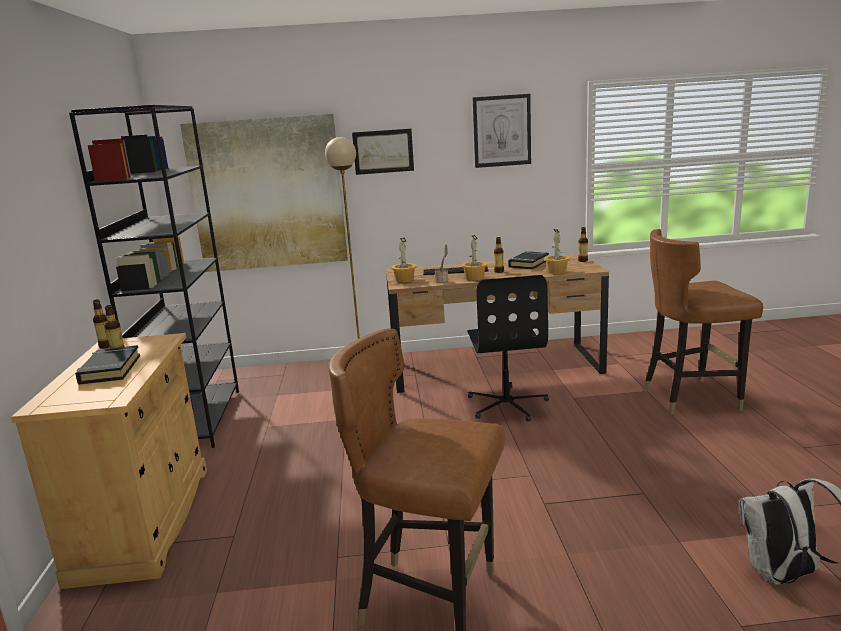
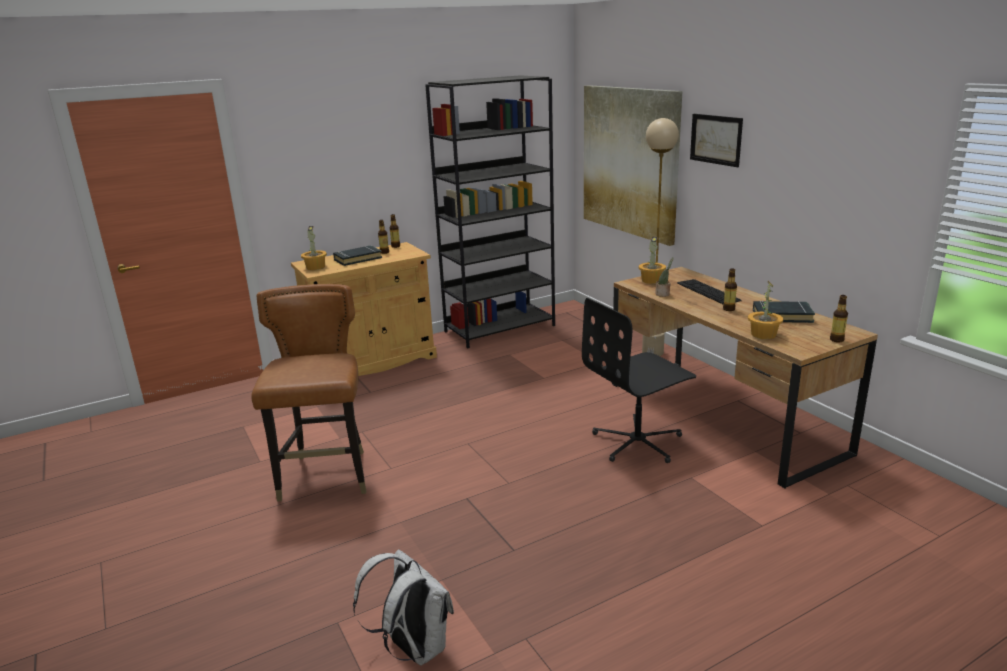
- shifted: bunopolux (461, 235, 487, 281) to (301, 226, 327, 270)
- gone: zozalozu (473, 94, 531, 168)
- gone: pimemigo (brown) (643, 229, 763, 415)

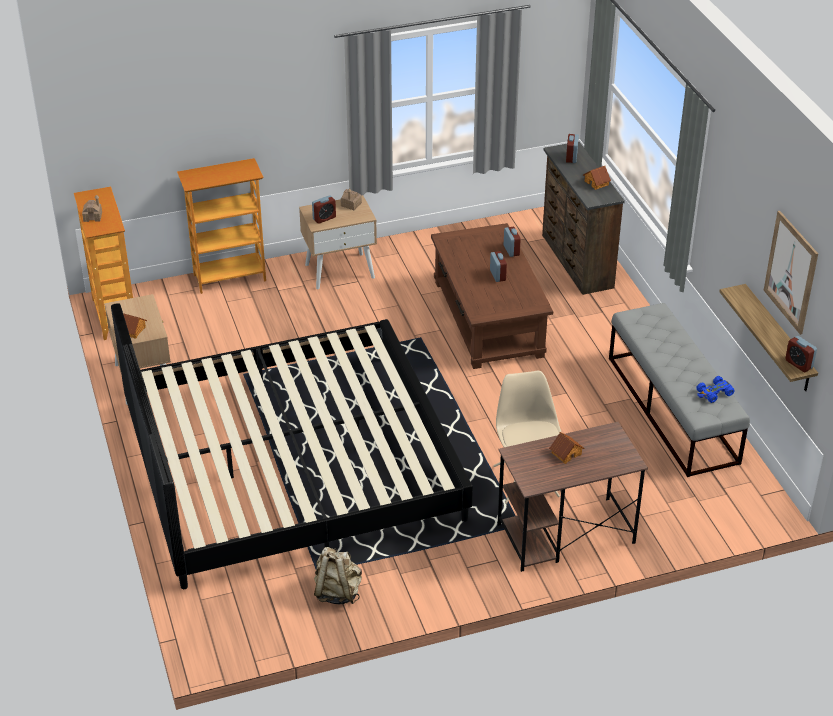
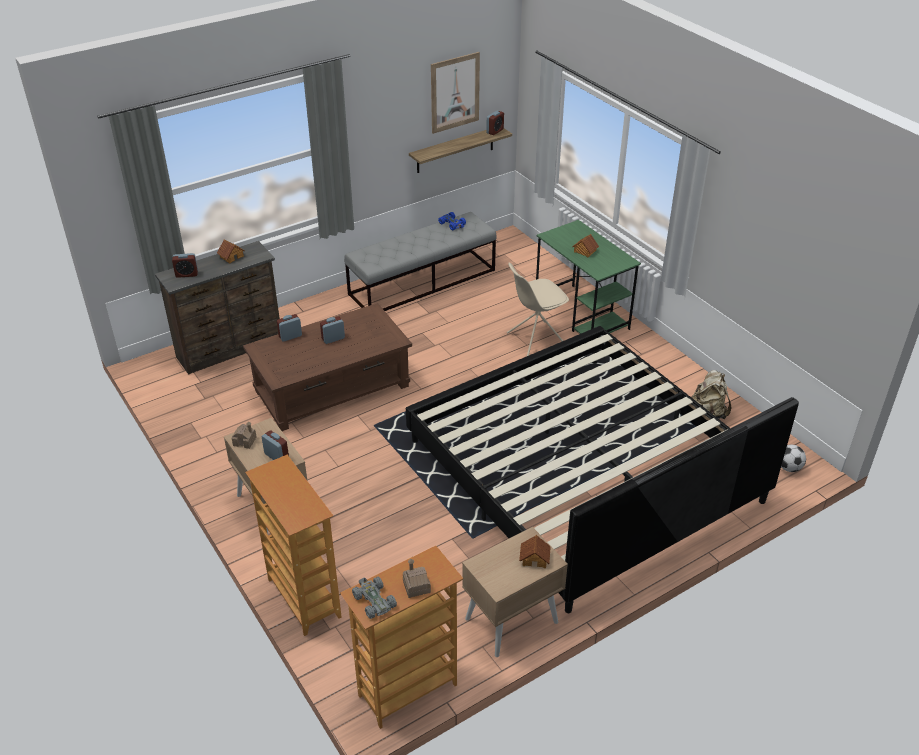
- new: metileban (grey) (352, 577, 397, 619)
- repainted: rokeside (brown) (497, 422, 648, 572) to rokeside (green) (536, 220, 641, 334)
- new: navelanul (781, 445, 806, 472)

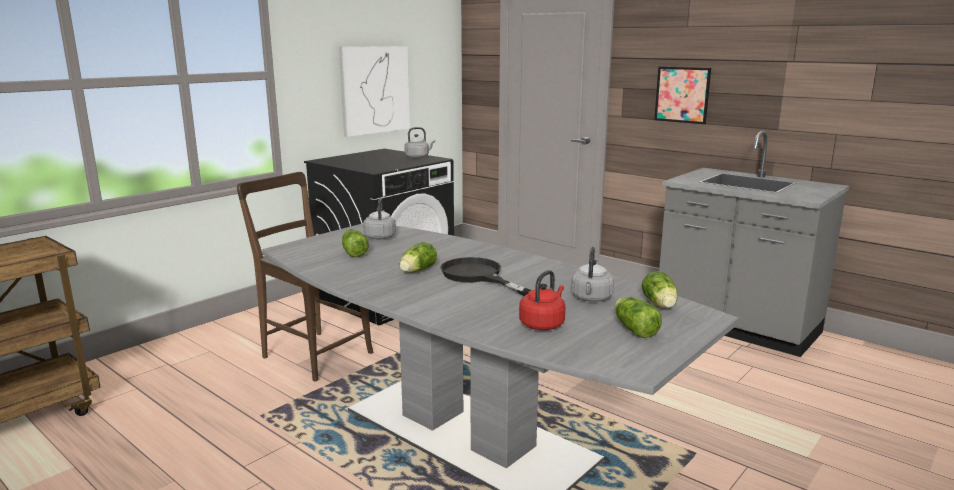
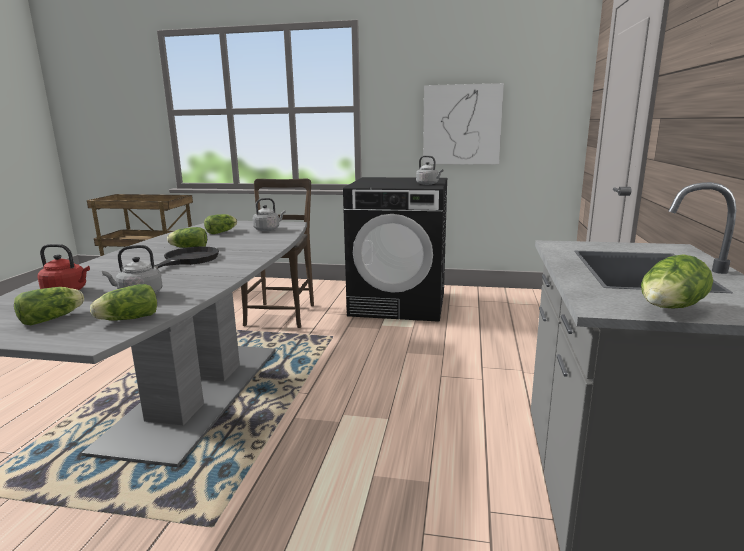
- new: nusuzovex (641, 254, 713, 309)
- gone: zozalozu (654, 67, 711, 124)

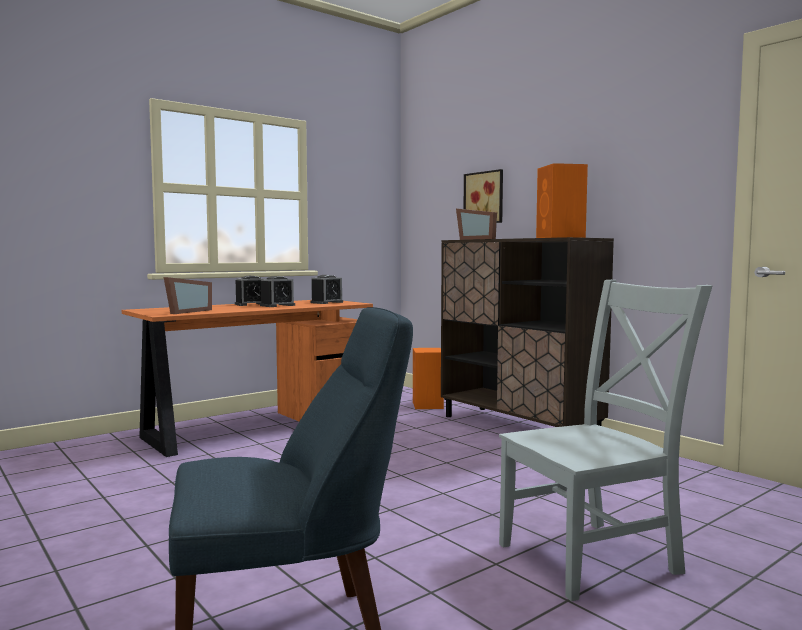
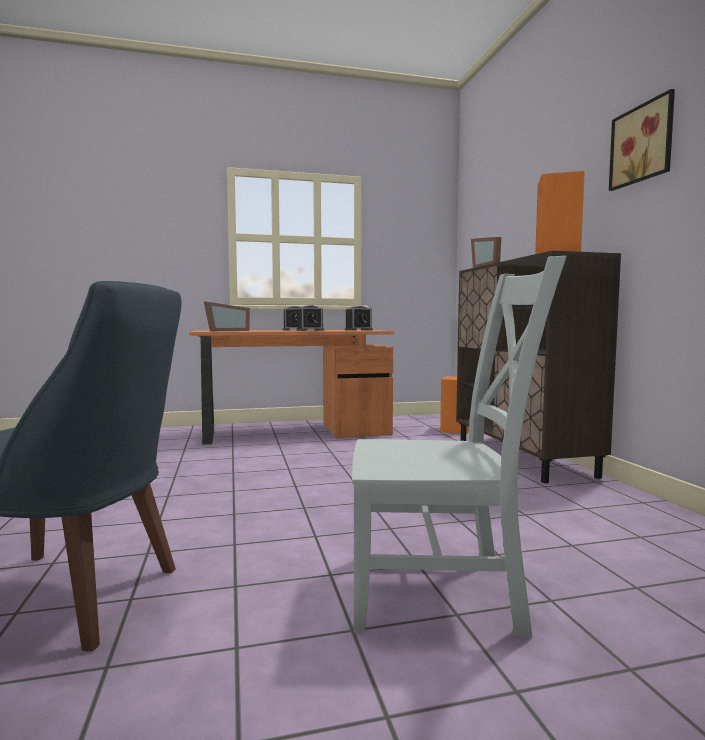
- shifted: zozalozu (464, 169, 503, 223) to (609, 89, 675, 191)

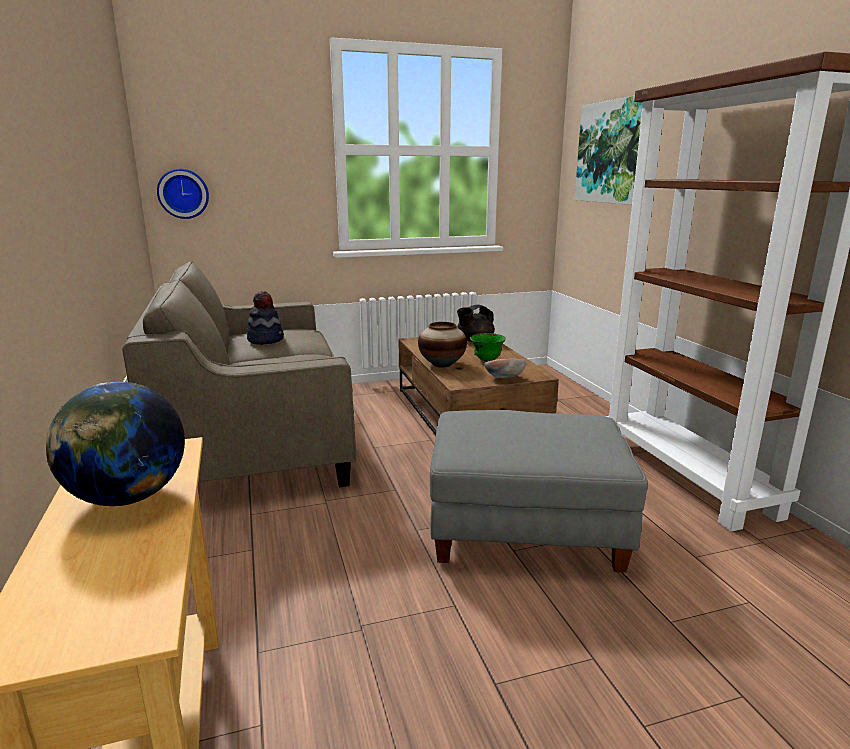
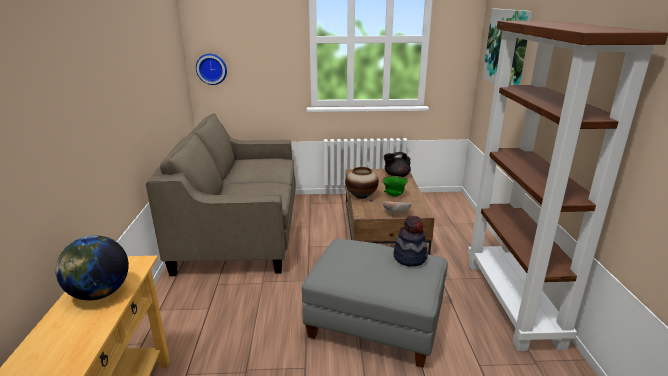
- shifted: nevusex (247, 291, 284, 345) to (394, 215, 428, 266)

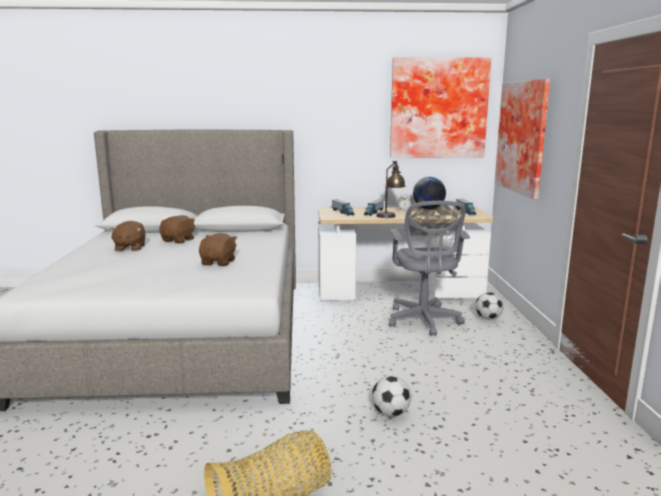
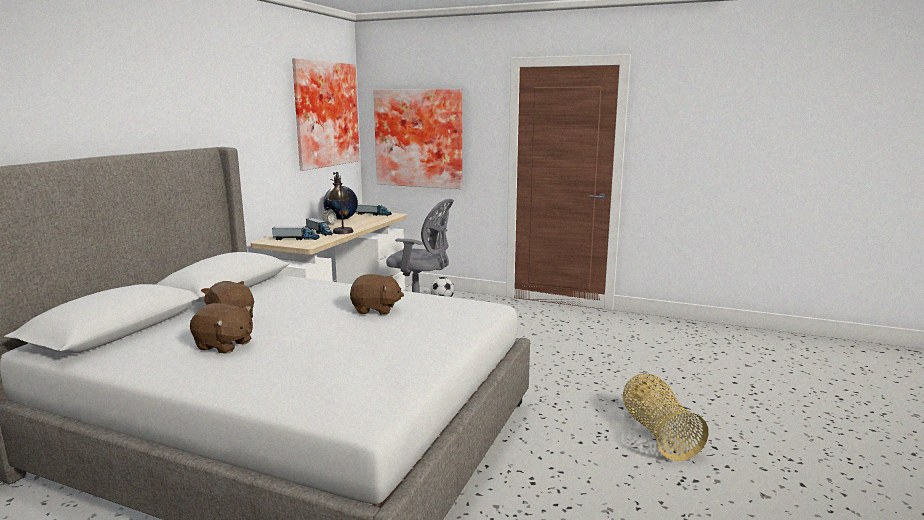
- rotated: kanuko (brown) (199, 233, 237, 266) = (350, 274, 404, 315) 150 degrees clockwise
- gone: navelanul (372, 376, 411, 417)

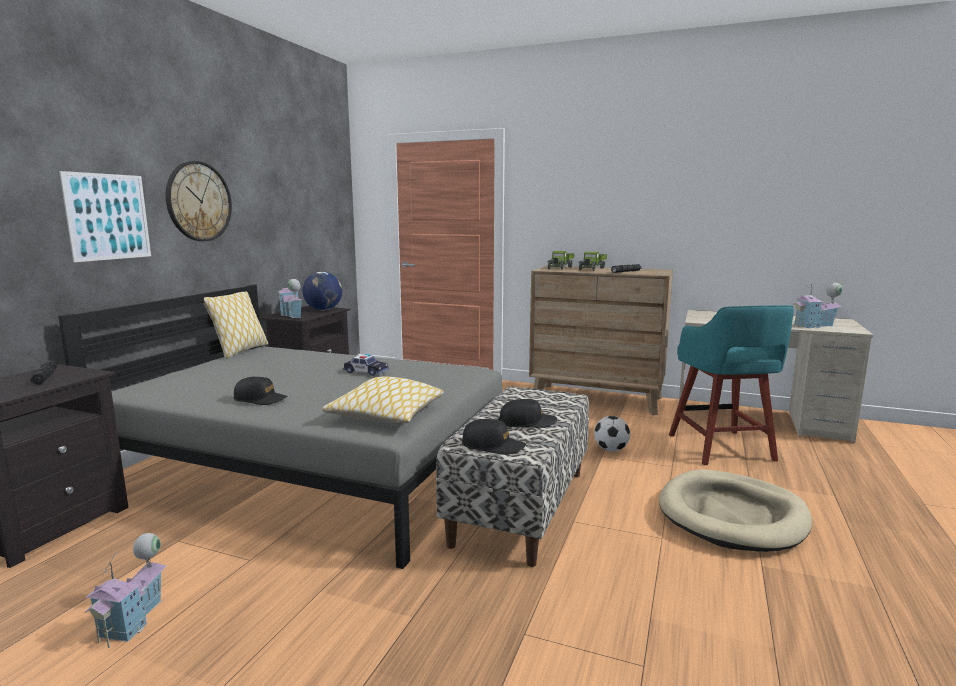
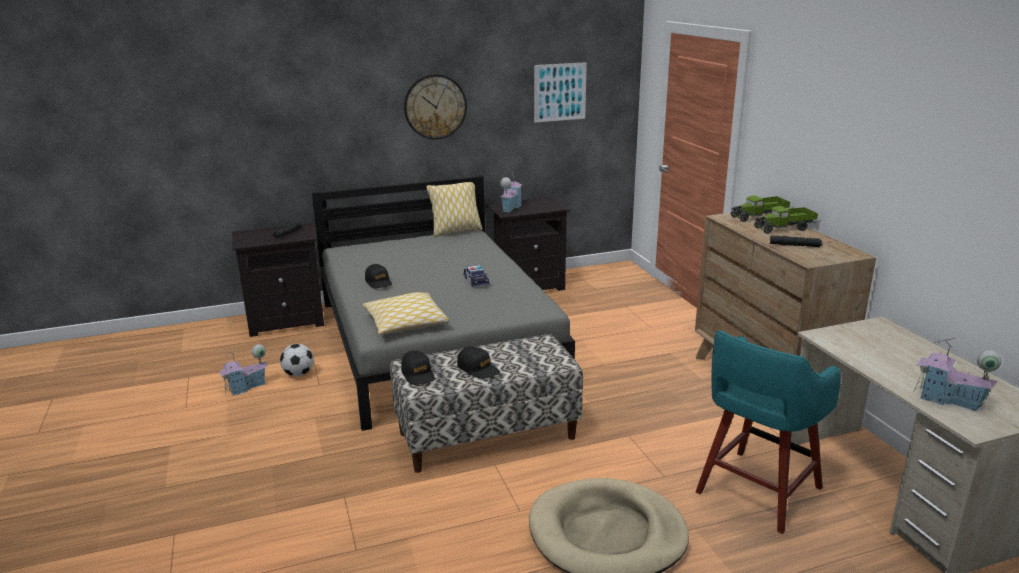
- shifted: navelanul (594, 416, 630, 451) to (280, 344, 314, 376)
- shifted: zozalozu (59, 171, 151, 262) to (534, 62, 587, 123)
- gone: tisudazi (302, 272, 342, 310)

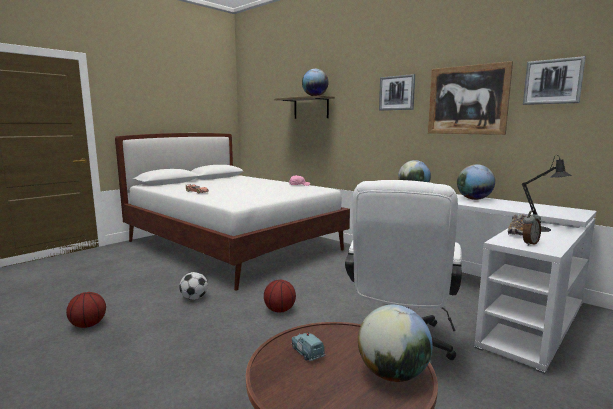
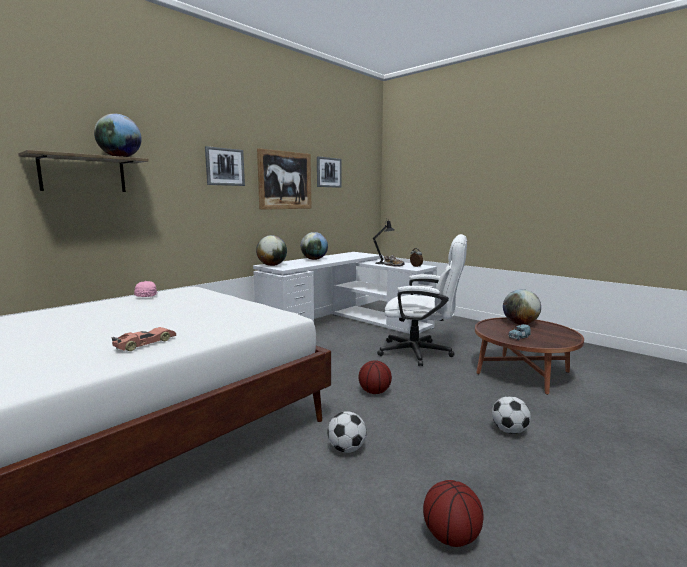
- new: navelanul (492, 396, 531, 434)

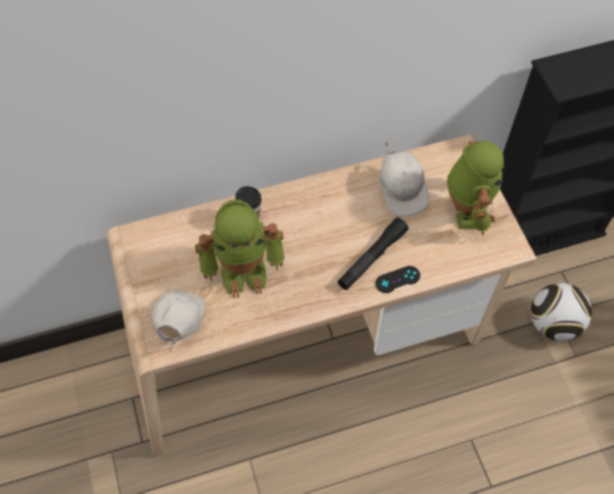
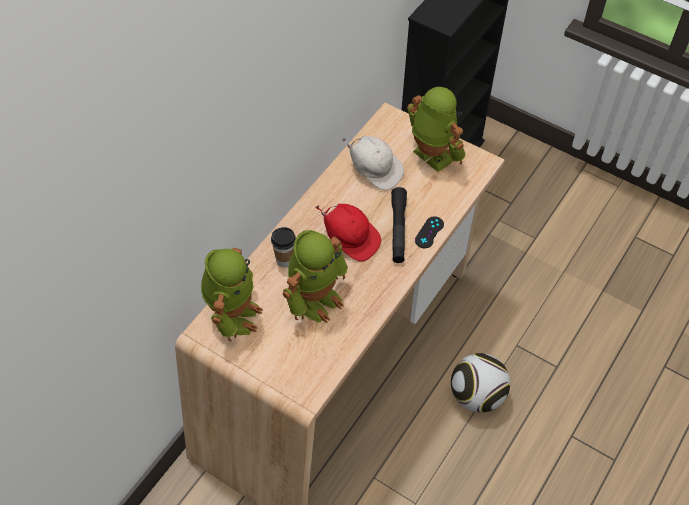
- new: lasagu (201, 248, 263, 341)
- new: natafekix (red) (315, 203, 381, 261)
- shifted: navelanul (531, 283, 592, 341) to (451, 353, 510, 413)
- gone: natafekix (white) (151, 290, 206, 351)

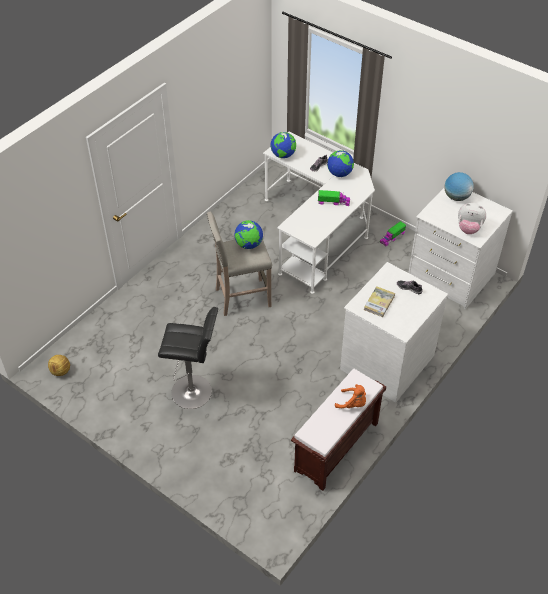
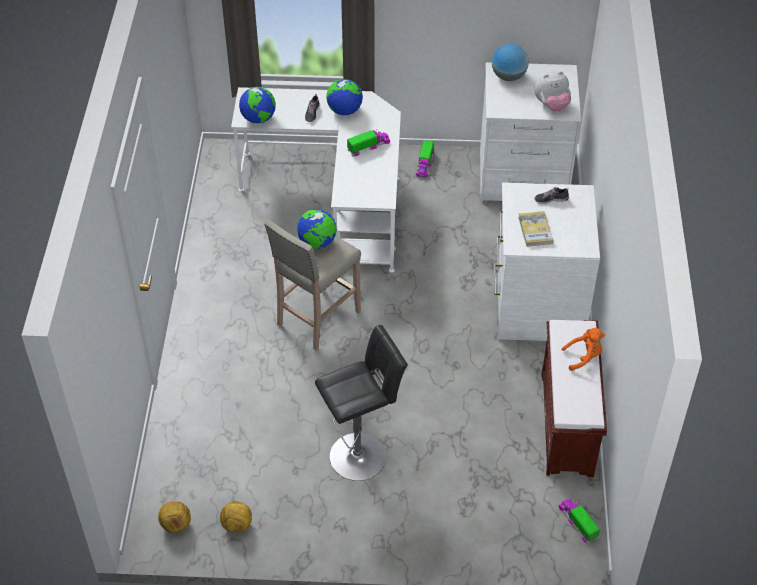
- new: navelanul (220, 501, 252, 532)
- new: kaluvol (559, 499, 600, 544)

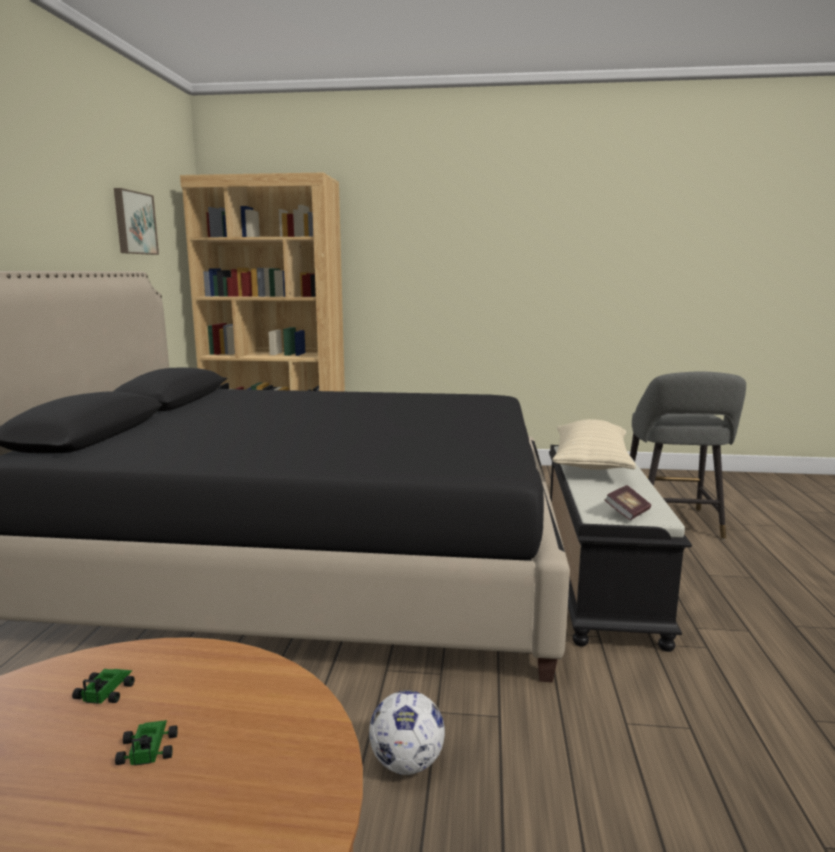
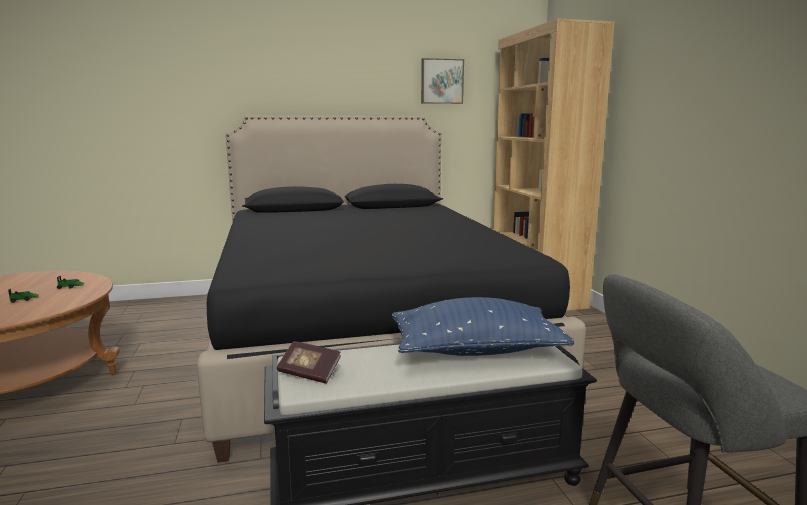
- repainted: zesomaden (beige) (552, 419, 636, 470) to zesomaden (blue) (392, 297, 574, 356)
- gone: navelanul (369, 690, 445, 775)

